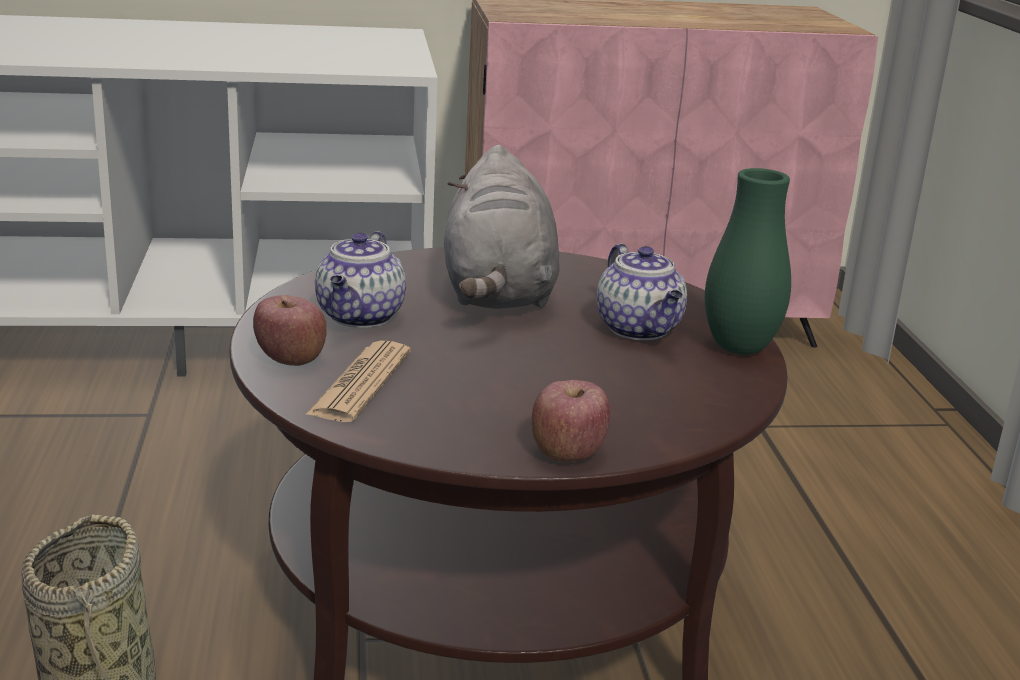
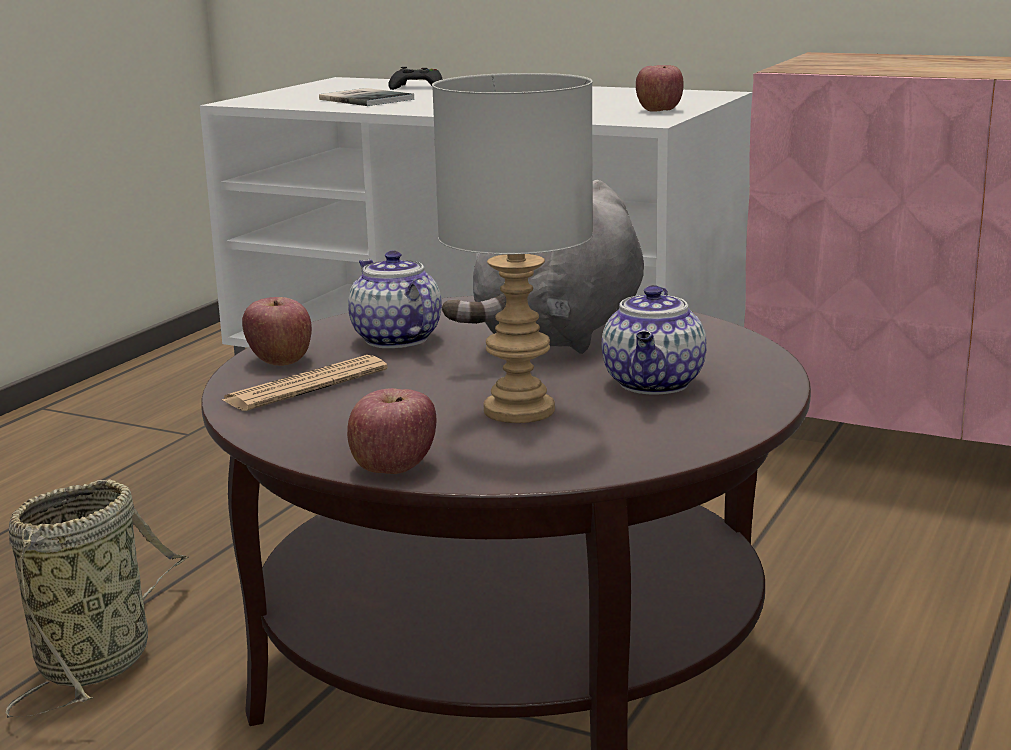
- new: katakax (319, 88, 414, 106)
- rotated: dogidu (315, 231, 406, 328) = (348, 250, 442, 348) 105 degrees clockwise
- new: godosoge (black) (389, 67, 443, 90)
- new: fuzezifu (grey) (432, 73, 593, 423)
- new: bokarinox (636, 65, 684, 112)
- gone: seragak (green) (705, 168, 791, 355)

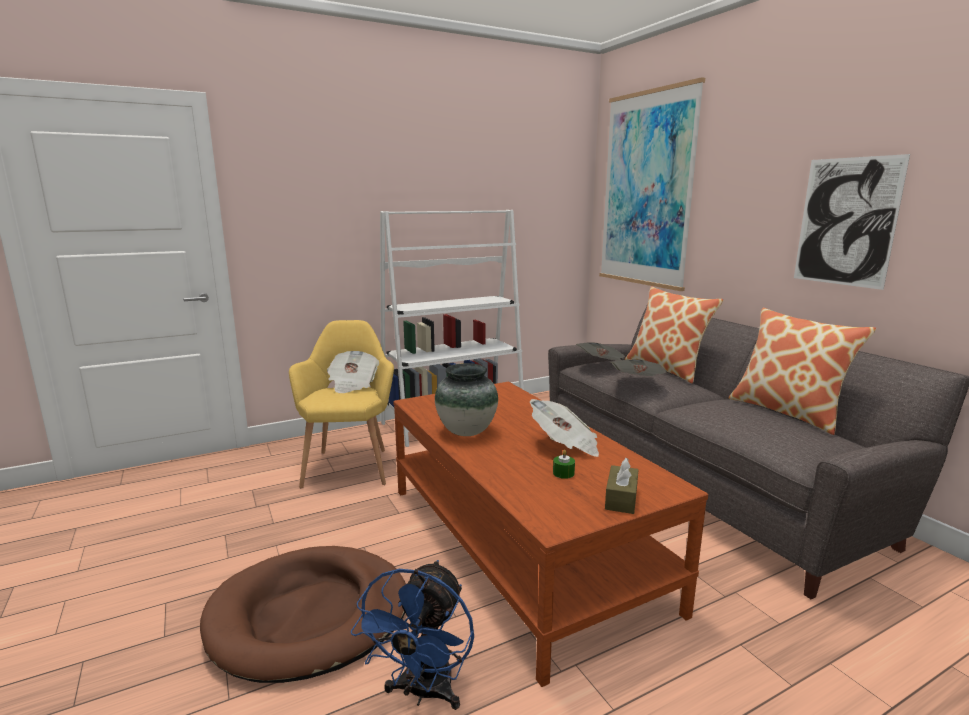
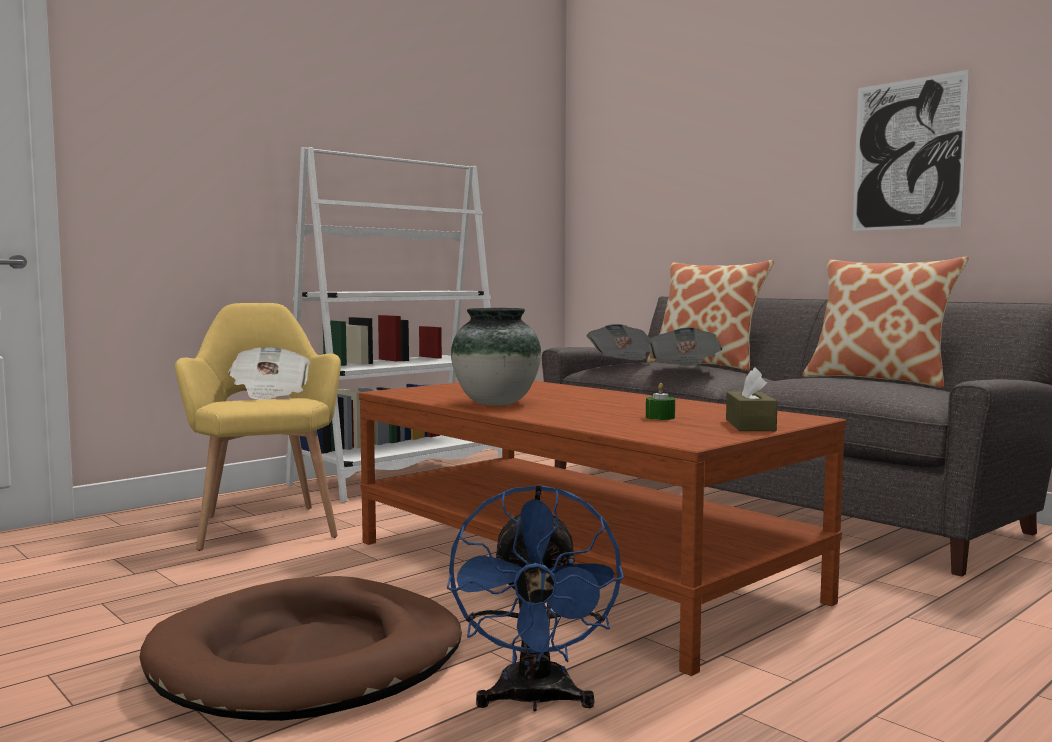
- gone: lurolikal (530, 399, 599, 457)
- gone: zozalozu (599, 77, 705, 291)

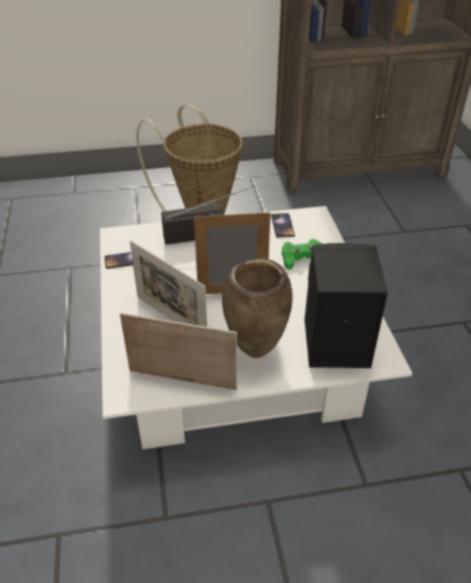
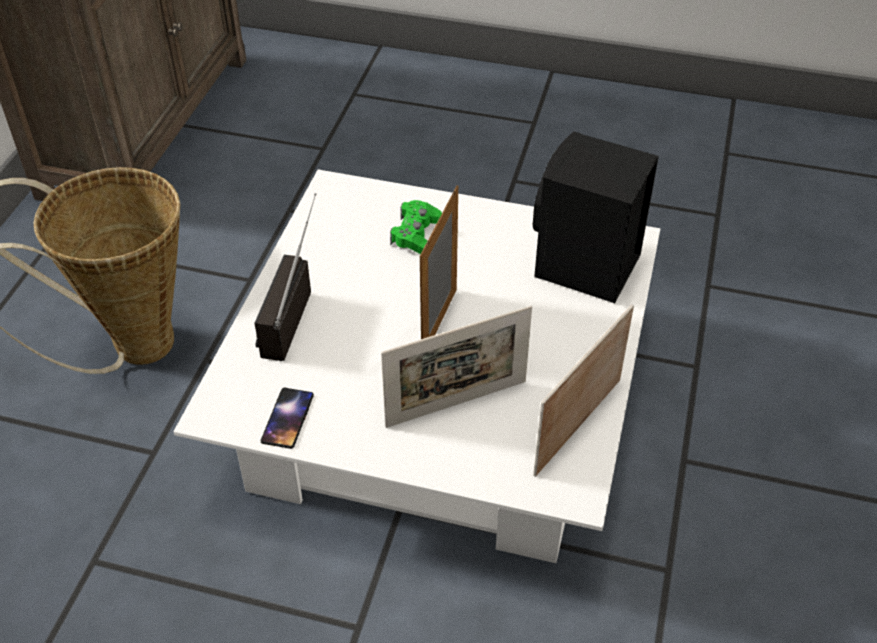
- gone: seragak (brown) (222, 258, 293, 358)
- gone: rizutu (271, 213, 295, 238)

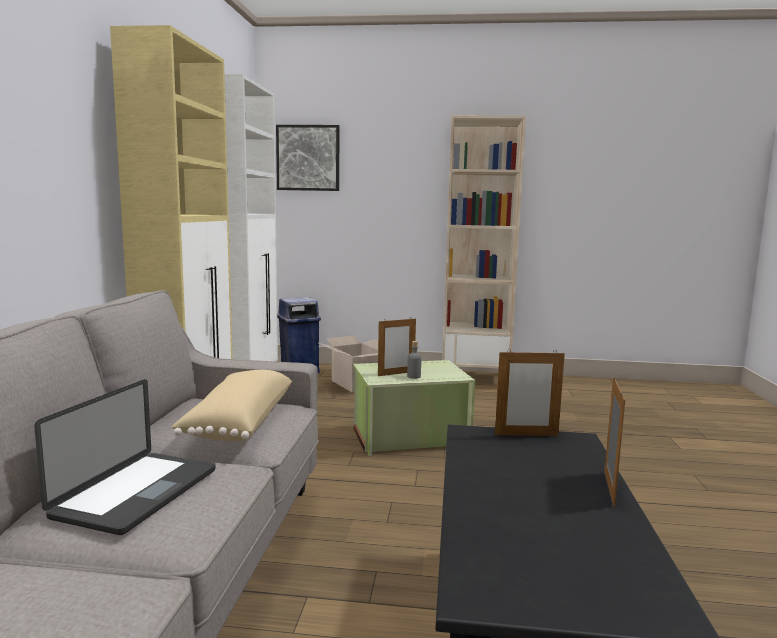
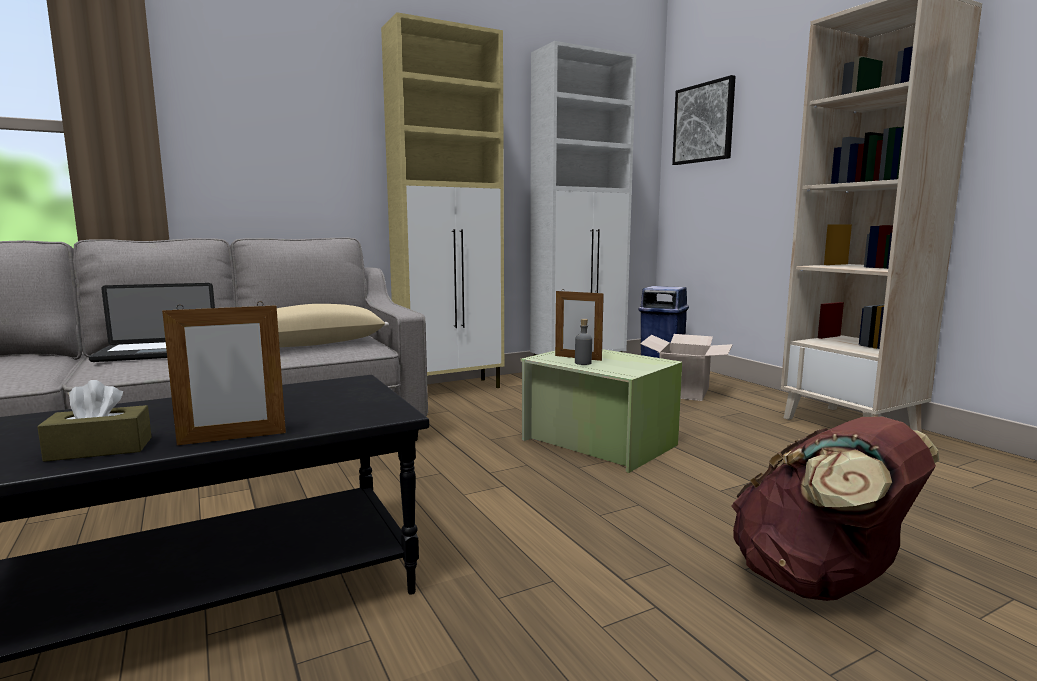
- new: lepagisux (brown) (37, 380, 152, 462)
- new: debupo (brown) (732, 417, 939, 601)
- gone: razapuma (495, 349, 565, 436)

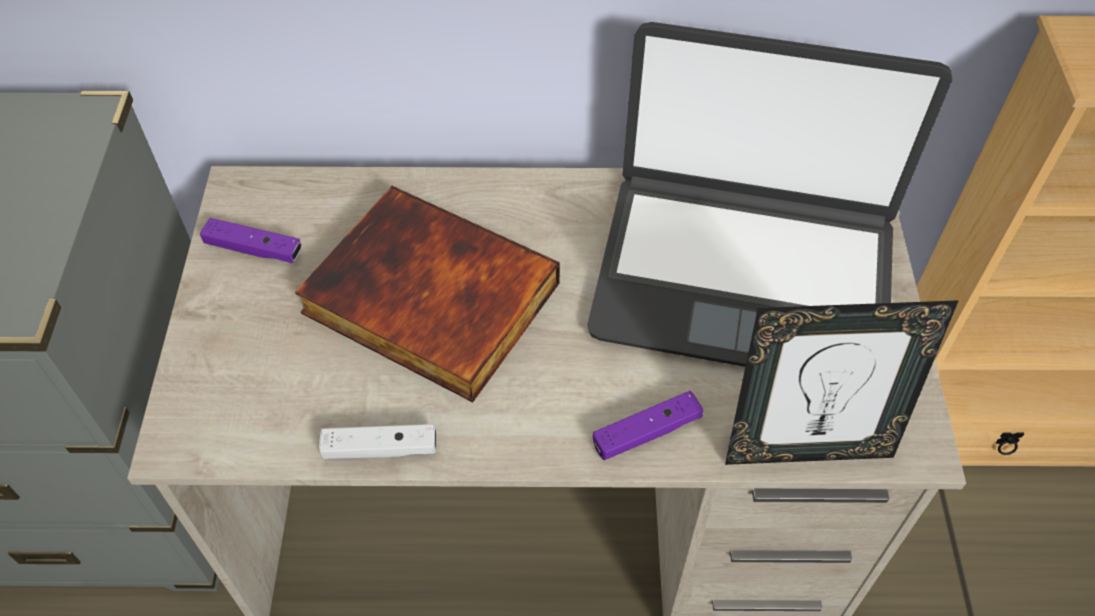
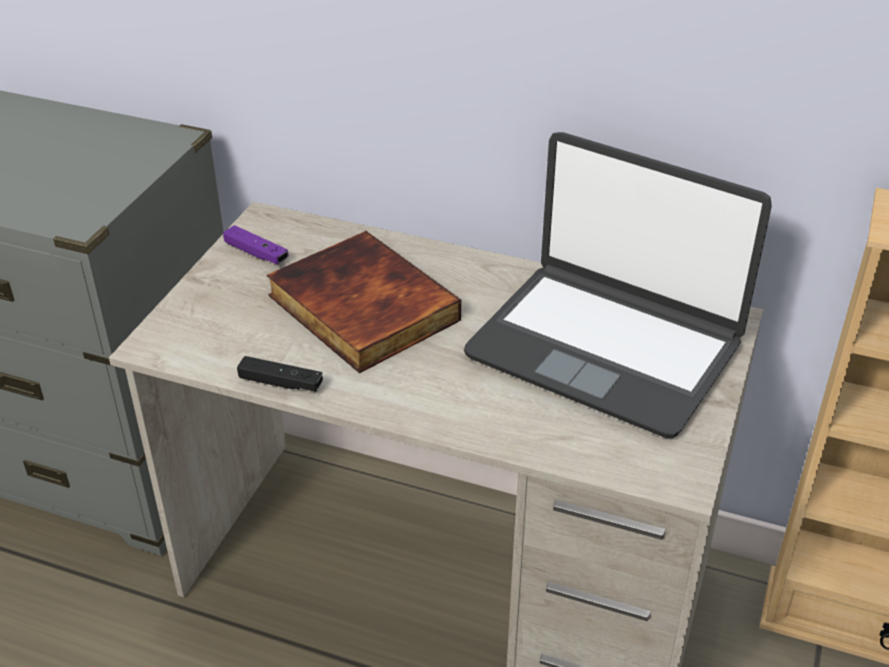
- repainted: godosoge (white) (319, 424, 436, 459) to godosoge (black) (237, 356, 323, 392)
- gone: godosoge (purple) (593, 391, 703, 460)
- gone: razapuma (725, 300, 959, 465)

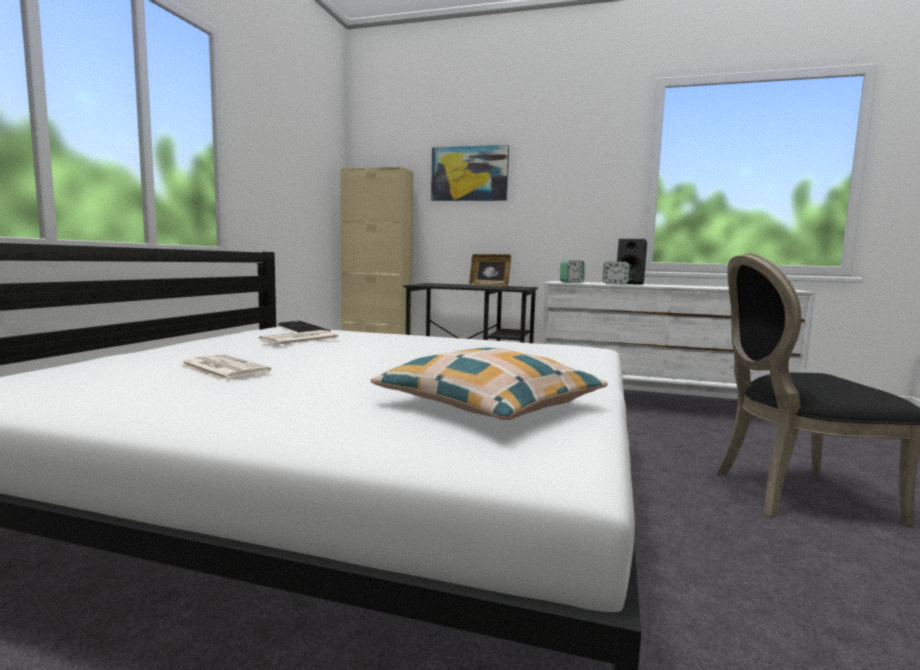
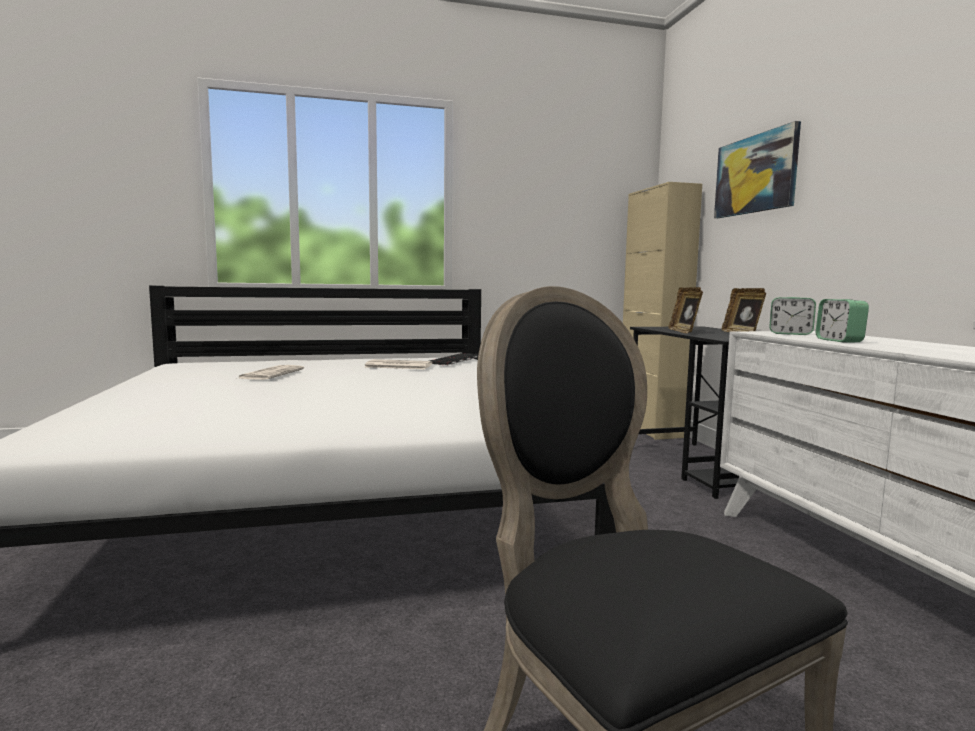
- new: razapuma (668, 287, 703, 334)
- gone: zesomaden (371, 347, 608, 420)
- gone: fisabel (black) (617, 239, 647, 285)

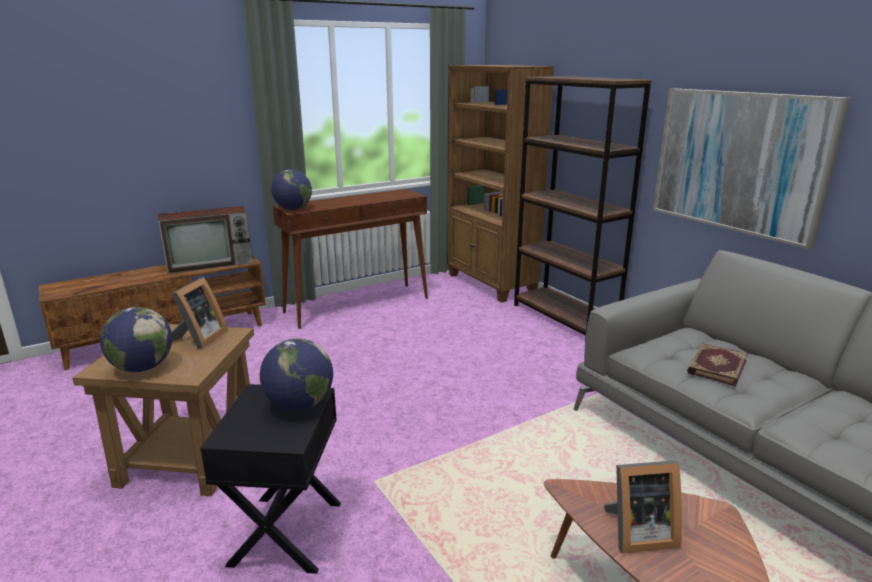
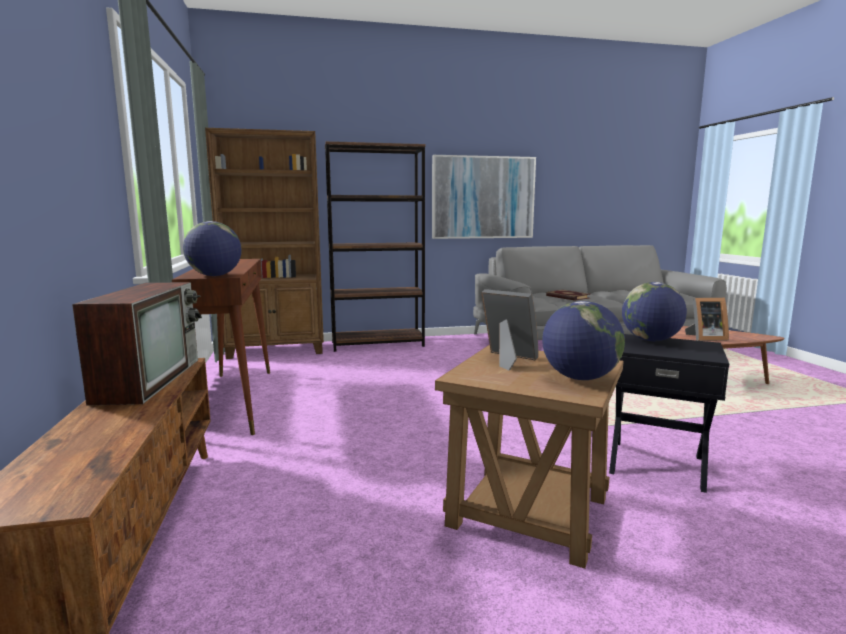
- rotated: razapuma (604, 460, 682, 554) = (685, 297, 729, 341) 75 degrees clockwise

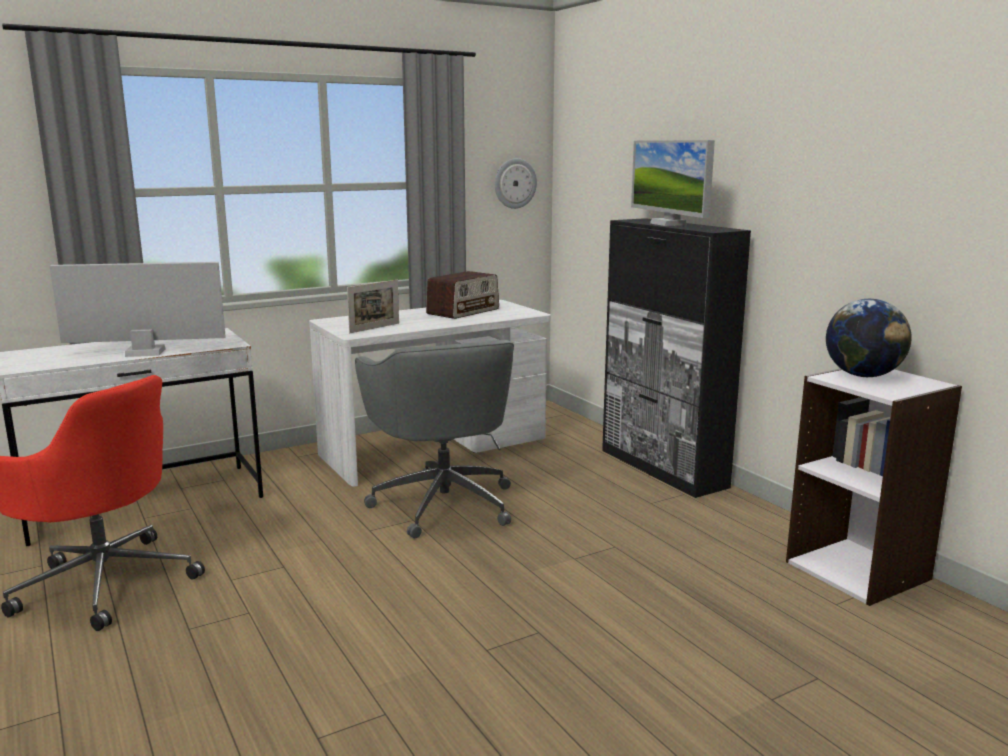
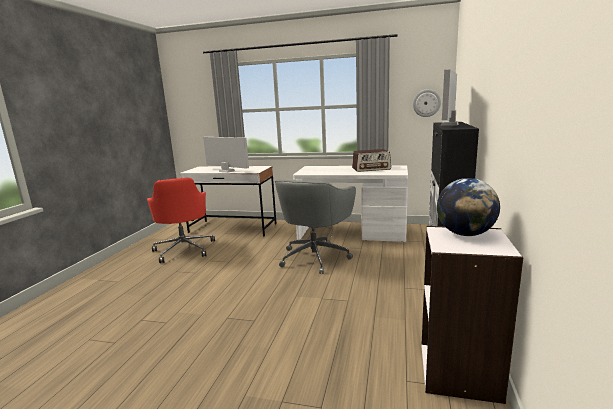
- gone: razapuma (347, 280, 399, 333)

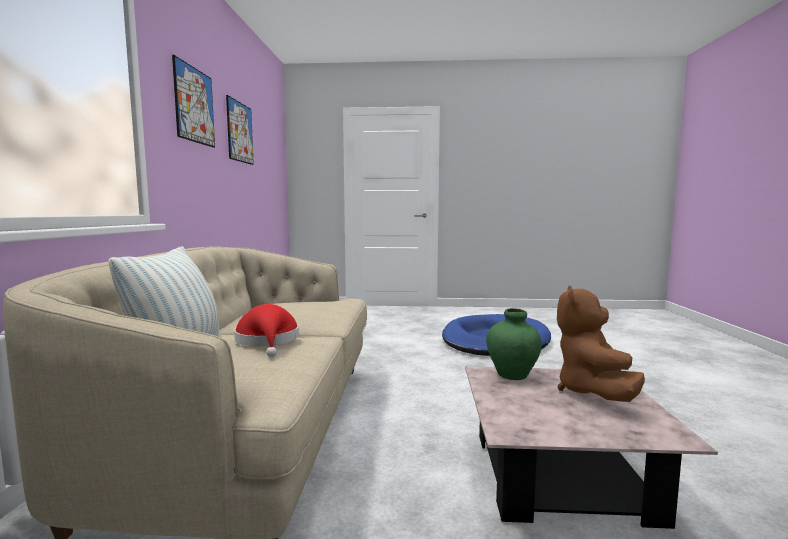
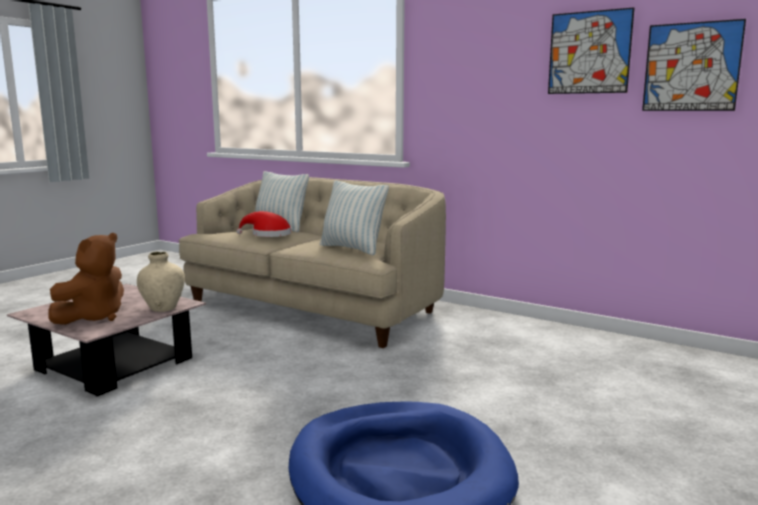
- rotated: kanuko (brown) (557, 286, 645, 402) = (48, 233, 124, 325) 75 degrees clockwise
- repainted: seragak (green) (486, 308, 542, 380) to seragak (beige) (137, 252, 185, 312)
- new: zesomaden (320, 180, 389, 255)
- shifted: zozalozu (172, 55, 215, 148) to (642, 19, 746, 111)

